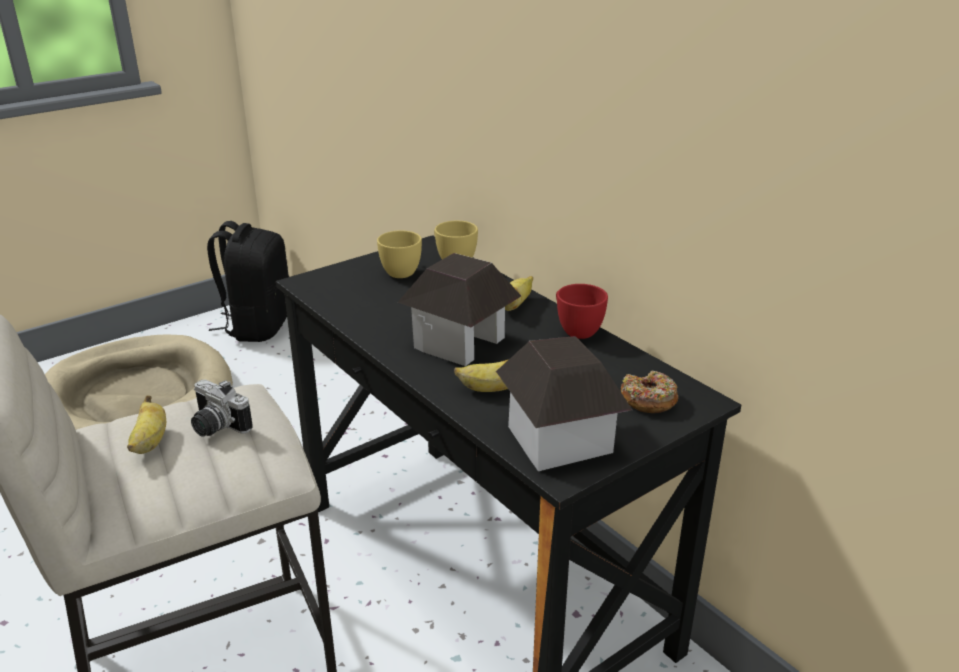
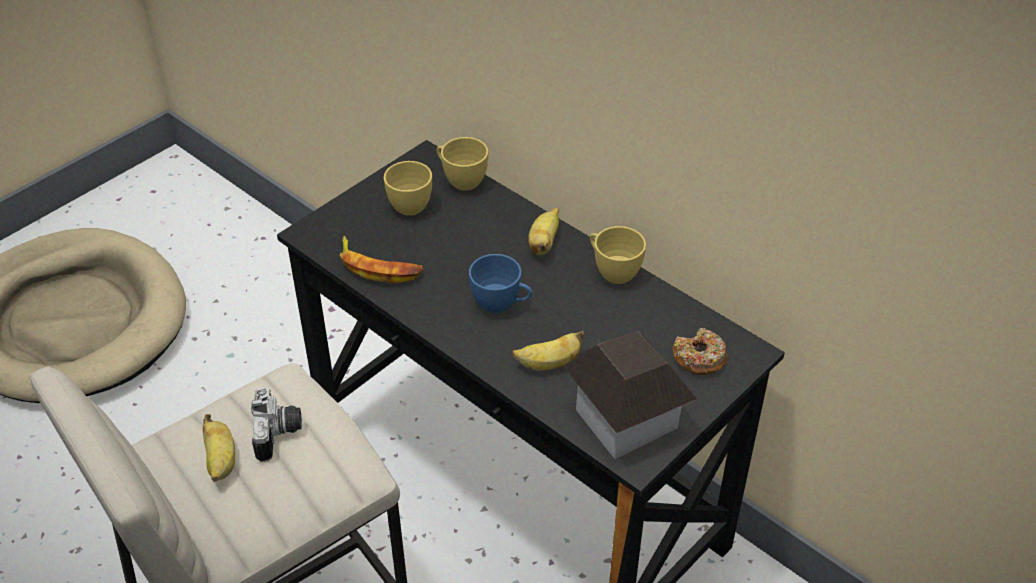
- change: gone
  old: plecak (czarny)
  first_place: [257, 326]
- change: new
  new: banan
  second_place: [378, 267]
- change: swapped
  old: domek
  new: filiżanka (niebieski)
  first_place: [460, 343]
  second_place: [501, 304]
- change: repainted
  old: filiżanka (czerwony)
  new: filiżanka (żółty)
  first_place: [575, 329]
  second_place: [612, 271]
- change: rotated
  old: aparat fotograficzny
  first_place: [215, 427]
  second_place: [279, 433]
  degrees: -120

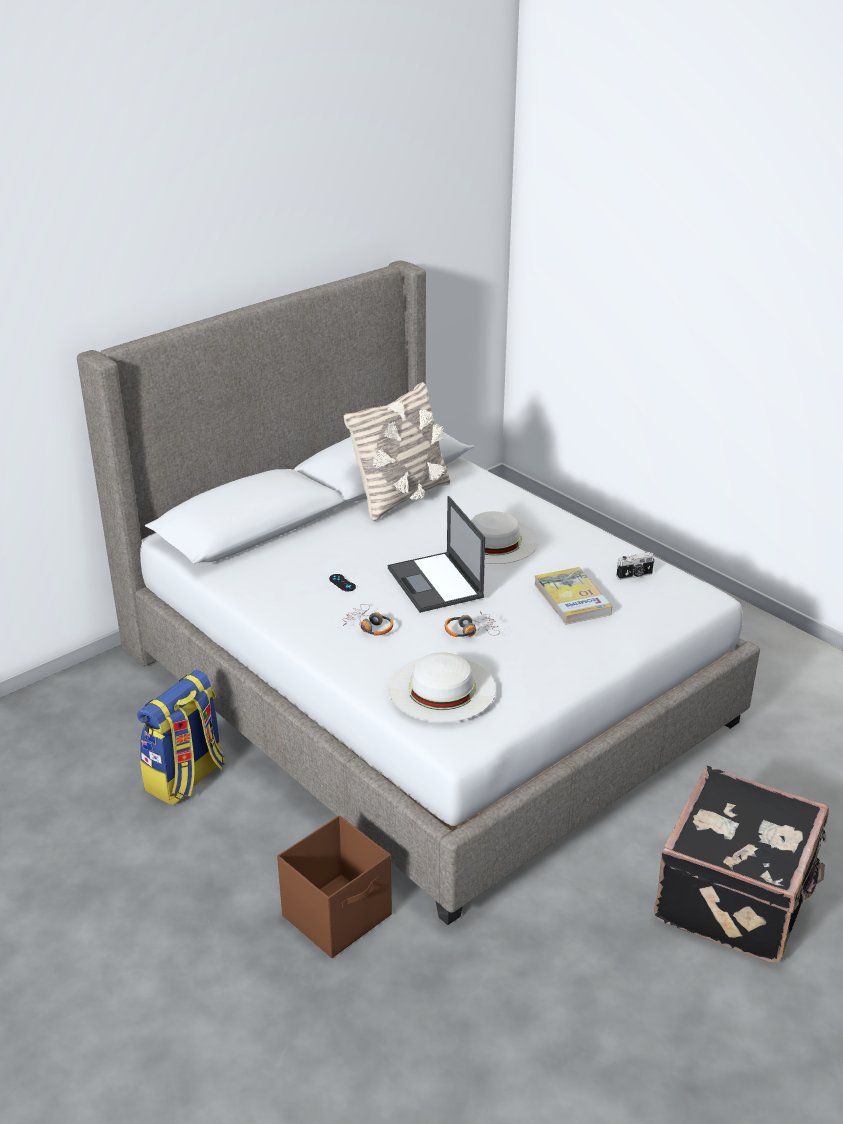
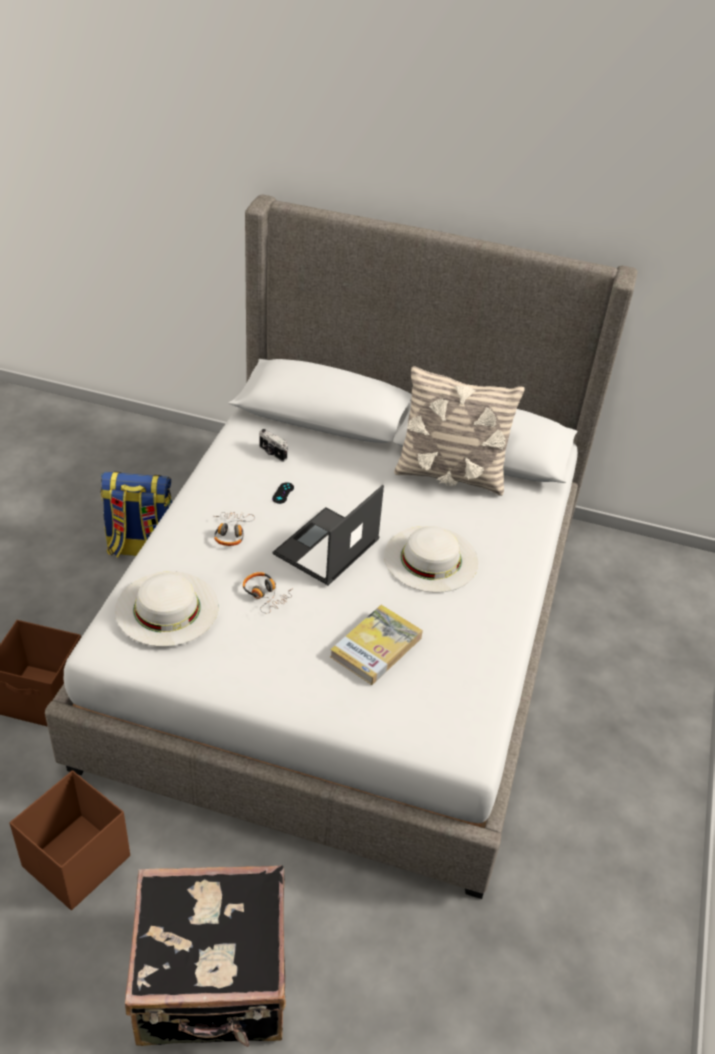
- change: new
  new: pojemnik do przechowywania (brązowy)
  second_place: [75, 862]
- change: shifted
  old: aparat fotograficzny
  first_place: [635, 576]
  second_place: [272, 453]

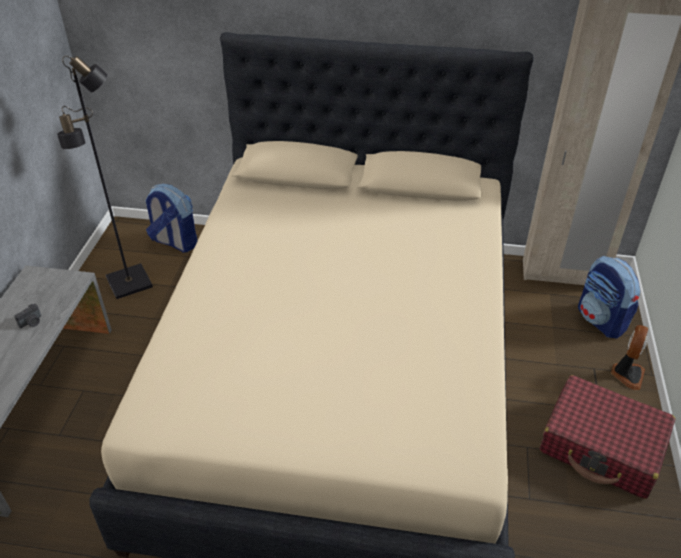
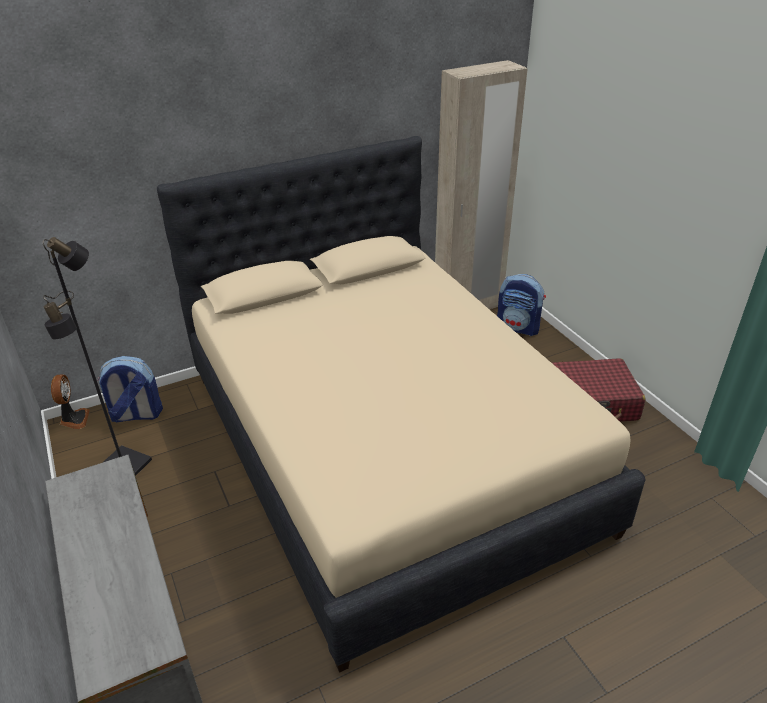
- change: gone
  old: aparat fotograficzny
  first_place: [32, 322]
- change: shifted
  old: wentylator
  first_place: [626, 374]
  second_place: [74, 419]

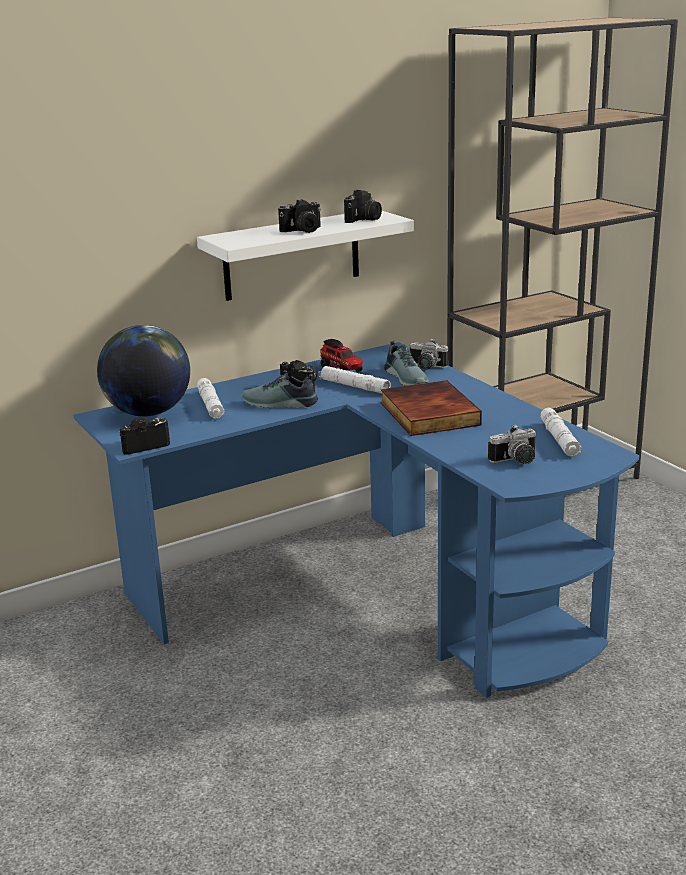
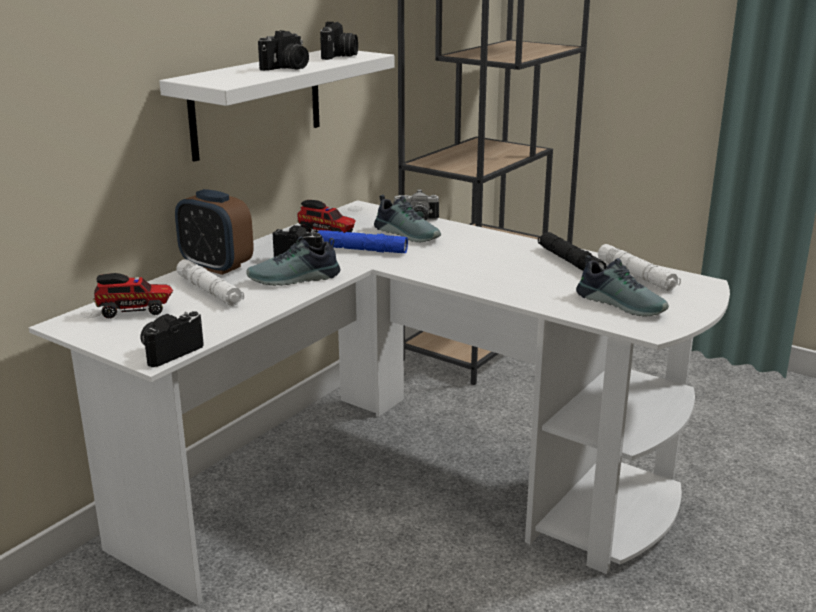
- change: gone
  old: książka
  first_place: [427, 414]
- change: new
  new: budzik
  second_place: [216, 266]
- change: new
  new: latarka (czarny)
  second_place: [570, 262]
- change: swapped
  old: globus
  new: ciężarówka zabawkowa
  first_place: [148, 412]
  second_place: [136, 310]
- change: swapped
  old: aparat fotograficzny
  new: but
  first_place: [516, 461]
  second_place: [622, 303]
- change: repainted
  old: biurko (niebieski)
  new: biurko (biały)
  first_place: [367, 592]
  second_place: [396, 483]
- change: repainted
  old: latarka (biały)
  new: latarka (niebieski)
  first_place: [354, 386]
  second_place: [360, 249]

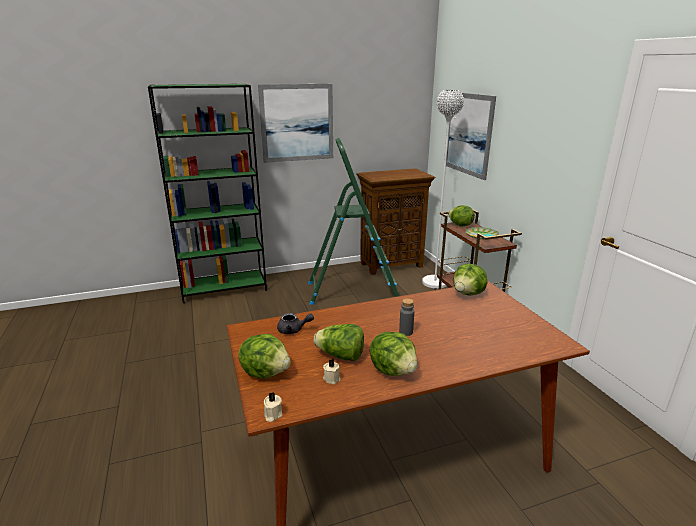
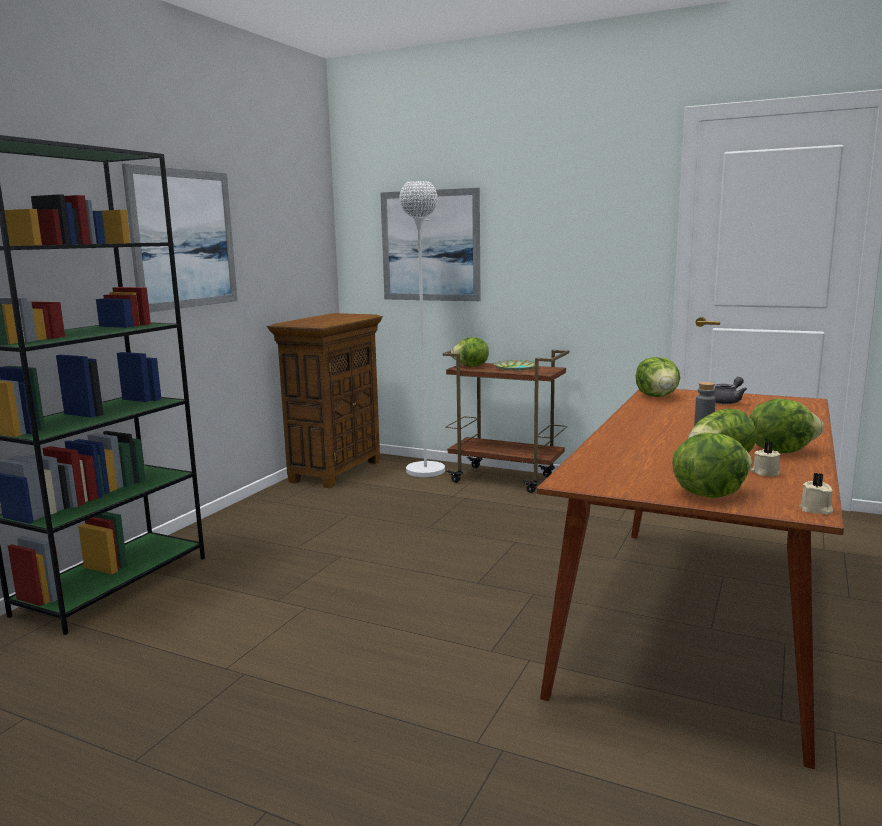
- change: gone
  old: drabinka (zielony)
  first_place: [353, 291]
- change: shifted
  old: imbryk (szary)
  first_place: [293, 330]
  second_place: [727, 401]

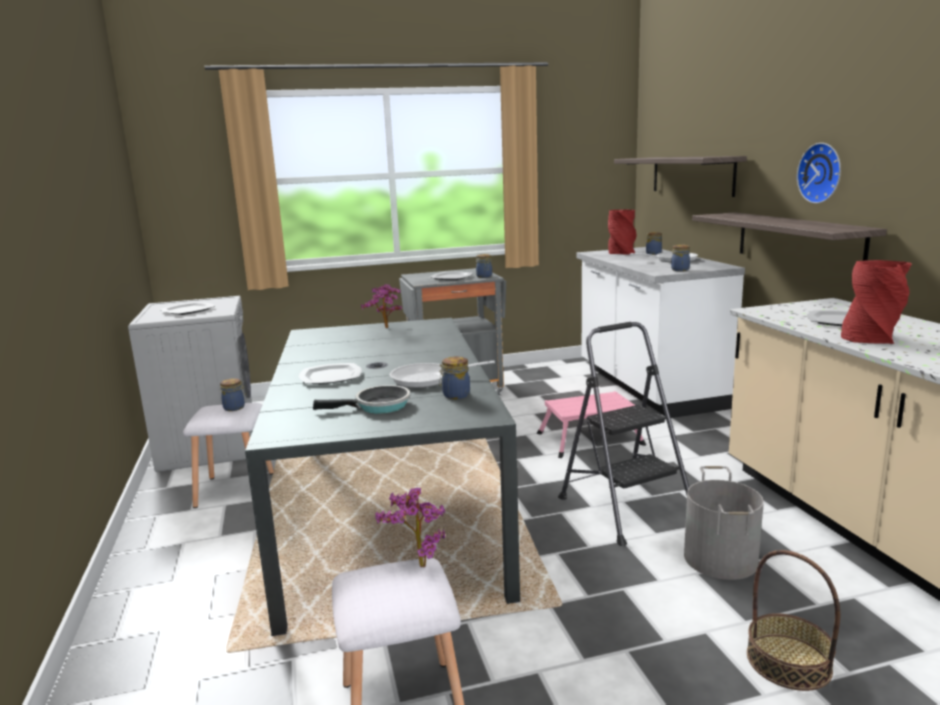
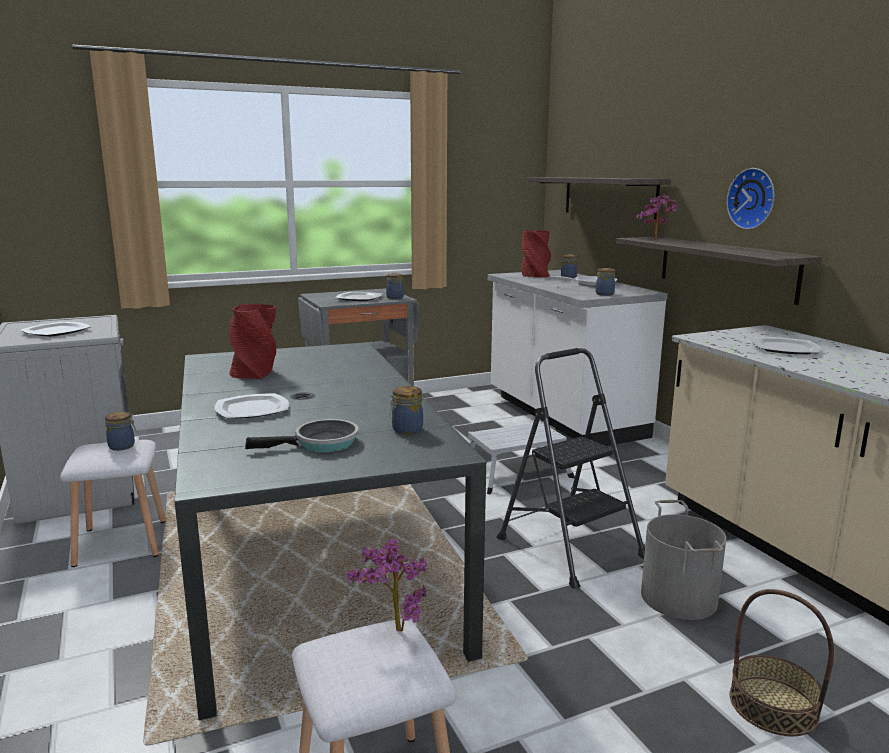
- change: gone
  old: patelnia
  first_place: [428, 379]
- change: shifted
  old: roślina doniczkowa
  first_place: [386, 328]
  second_place: [656, 239]
- change: shifted
  old: wazon (czerwony)
  first_place: [871, 338]
  second_place: [255, 373]
- change: repainted
  old: drabinka (różowy)
  new: drabinka (biały)
  first_place: [590, 439]
  second_place: [516, 472]

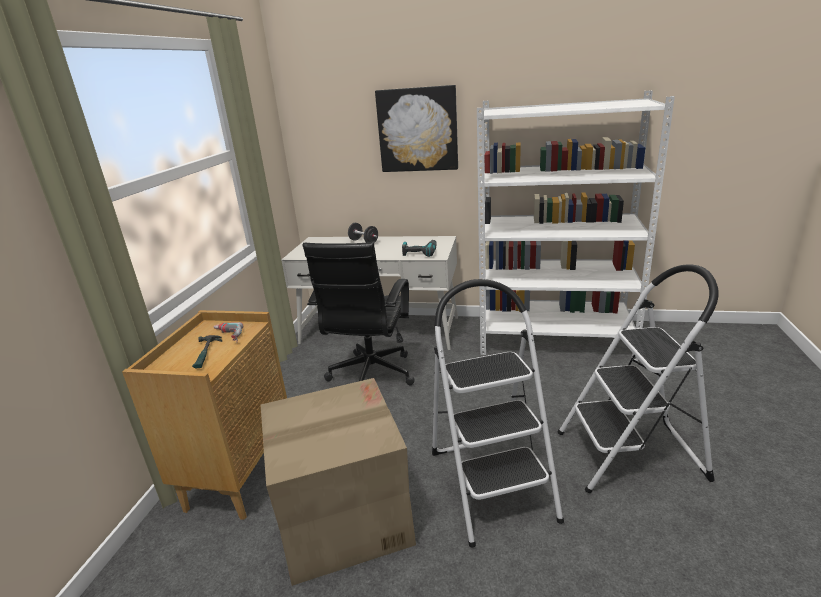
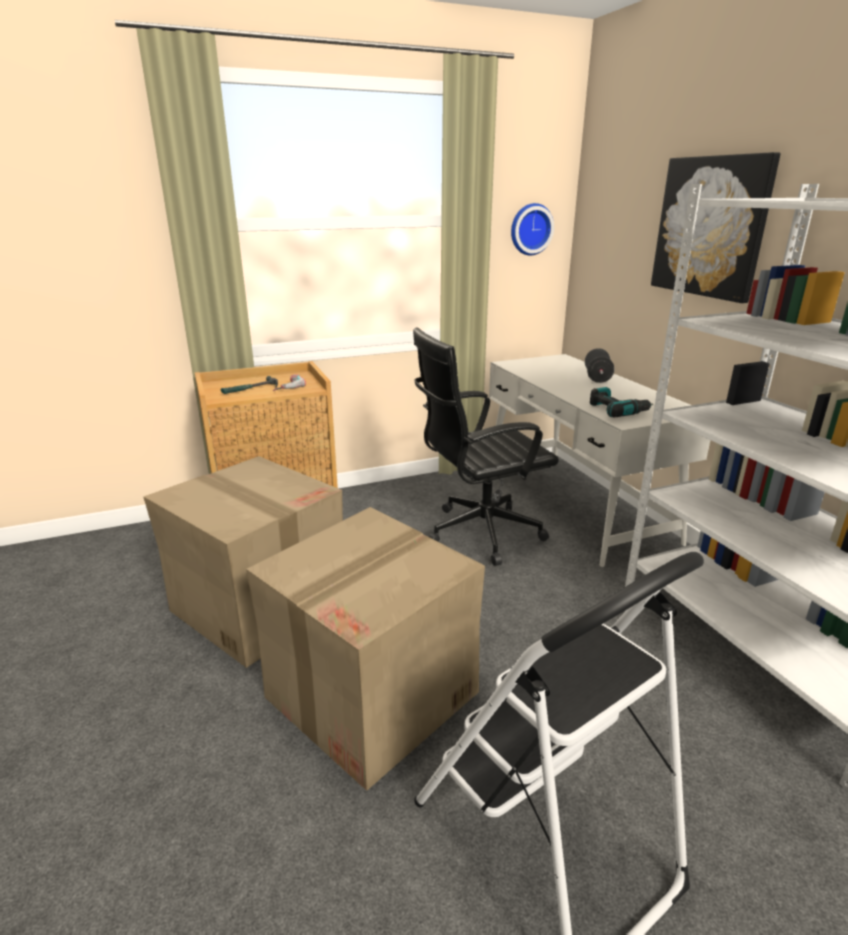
- change: new
  new: zegar ścienny
  second_place: [530, 229]
- change: swapped
  old: drabinka
  new: karton
  first_place: [491, 482]
  second_place: [373, 693]

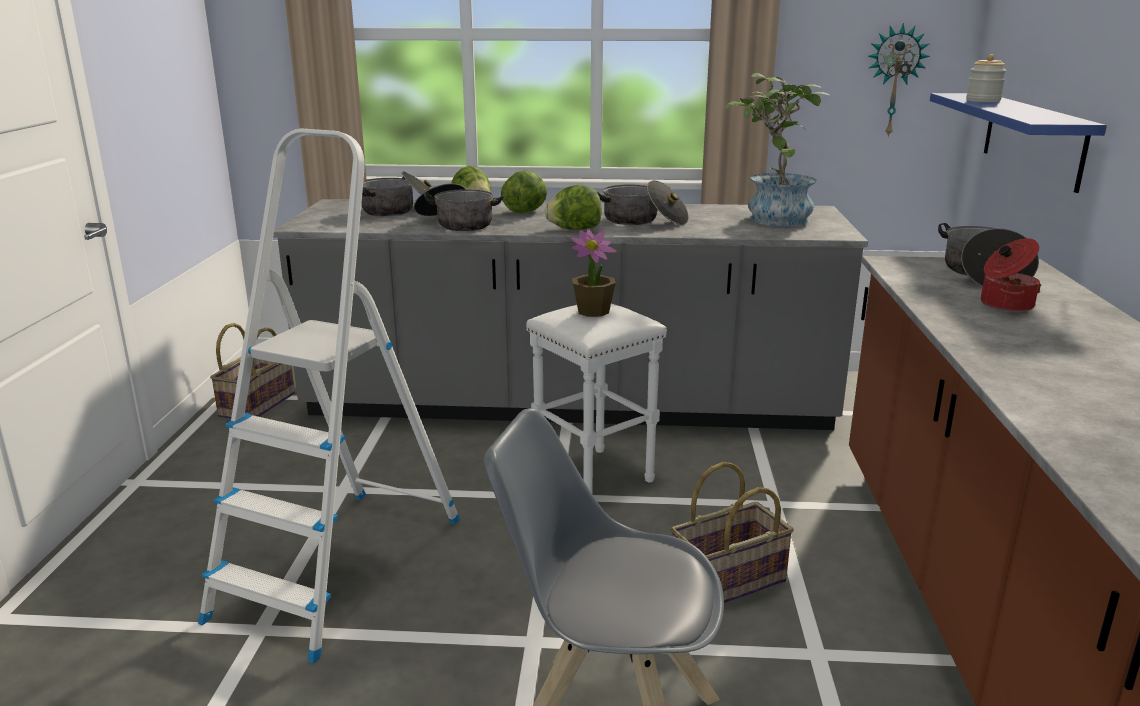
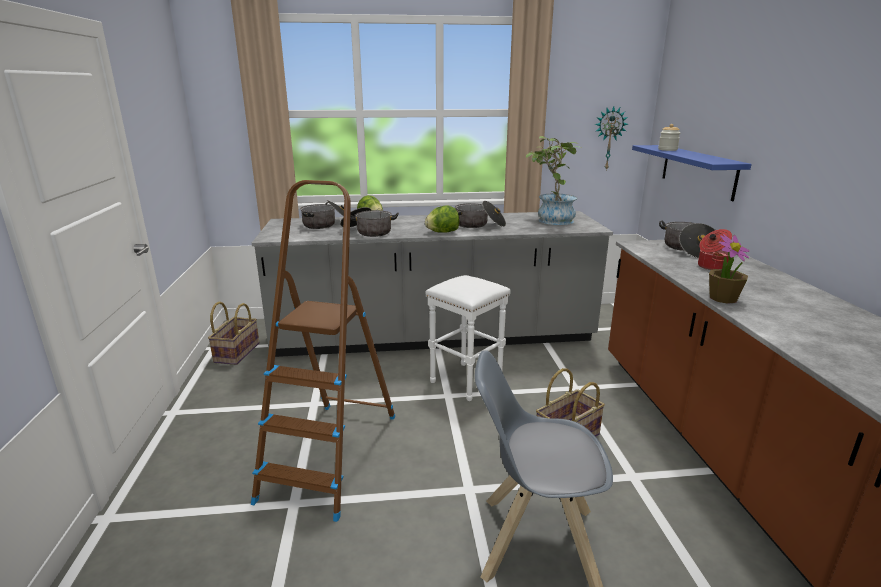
- change: gone
  old: sałata
  first_place: [526, 211]
- change: shifted
  old: roślina doniczkowa
  first_place: [593, 311]
  second_place: [723, 298]
- change: repainted
  old: drabinka (biały)
  new: drabinka (brązowy)
  first_place: [340, 568]
  second_place: [331, 456]

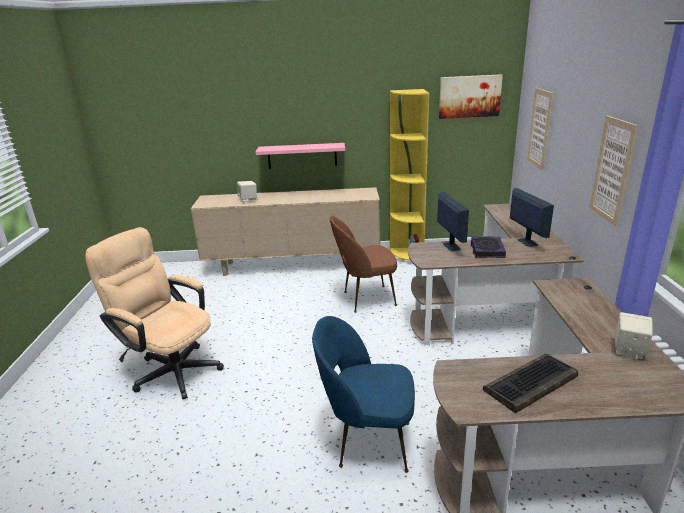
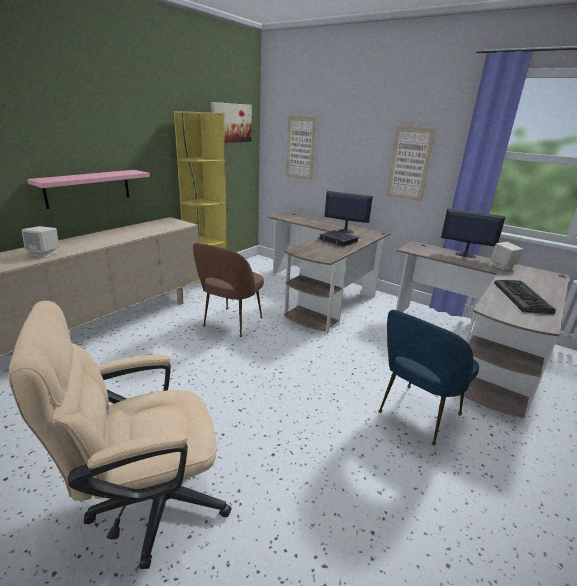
- change: shifted
  old: monitor
  first_place: [451, 246]
  second_place: [464, 255]

